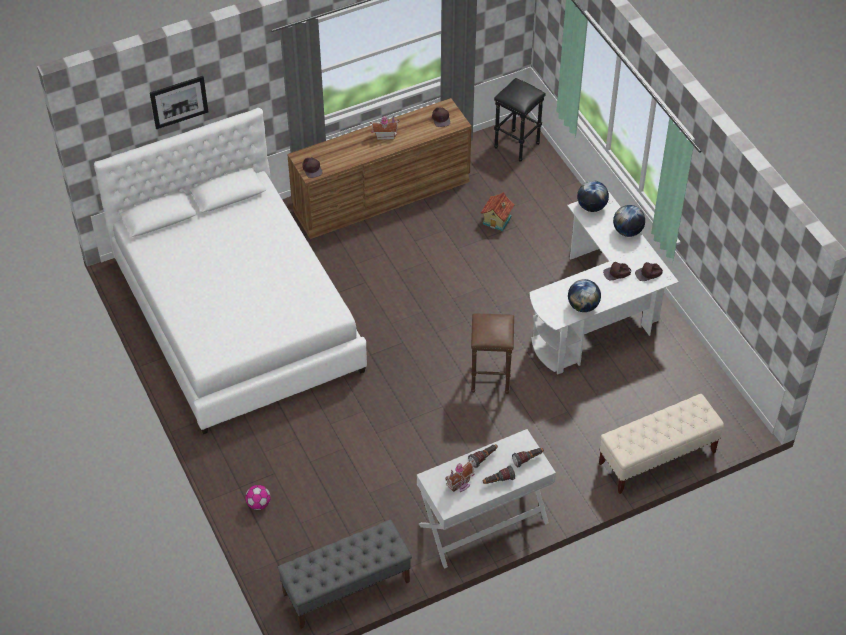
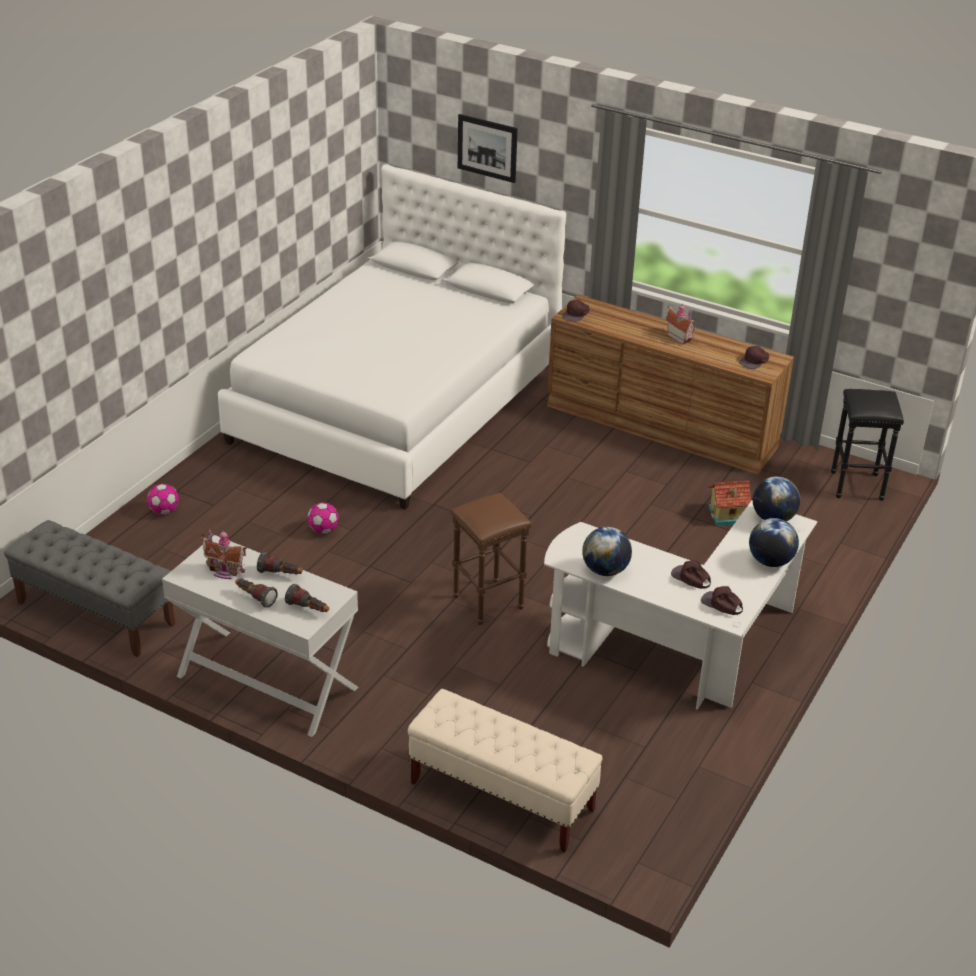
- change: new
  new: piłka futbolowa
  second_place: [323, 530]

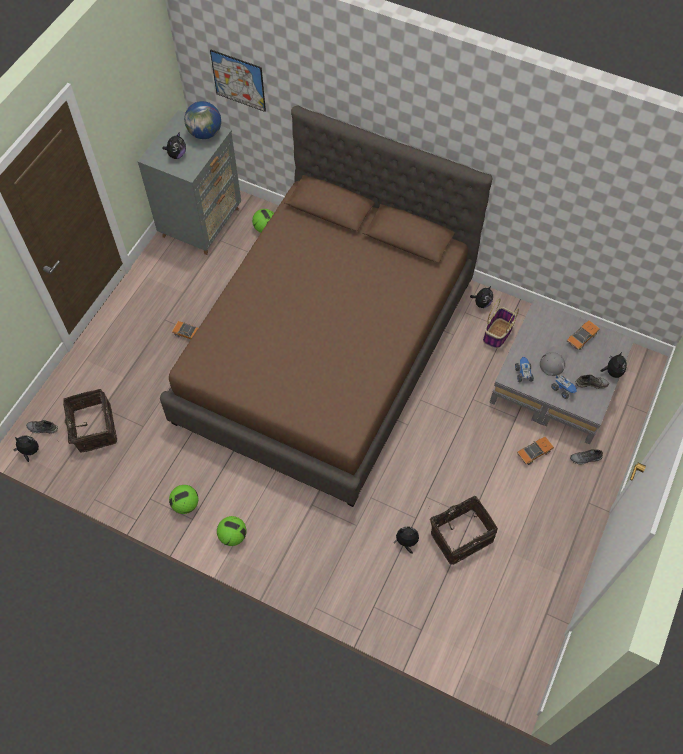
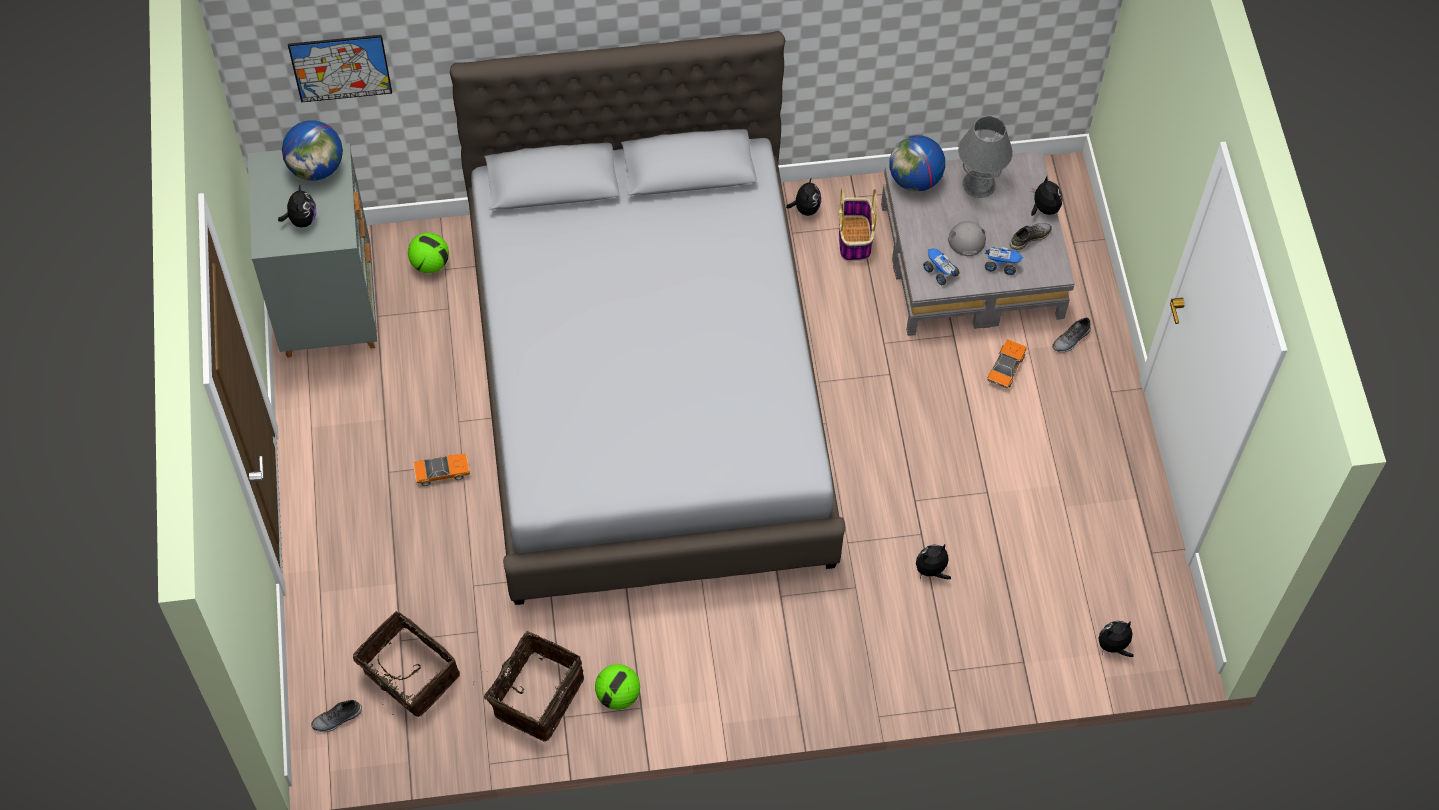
- change: gone
  old: piłka futbolowa
  first_place: [233, 536]
- change: new
  new: globus
  second_place: [914, 180]
- change: shifted
  old: pluszak
  first_place: [30, 451]
  second_place: [1113, 646]
- change: shifted
  old: koszyk
  first_place: [460, 535]
  second_place: [536, 695]
- change: swapped
  old: samochodzik
  new: lampa stołowa (szary)
  first_place: [582, 337]
  second_place: [978, 184]
- change: repainted
  old: łóżko (brązowy)
  new: łóżko (szary)
  first_place: [327, 350]
  second_place: [649, 387]

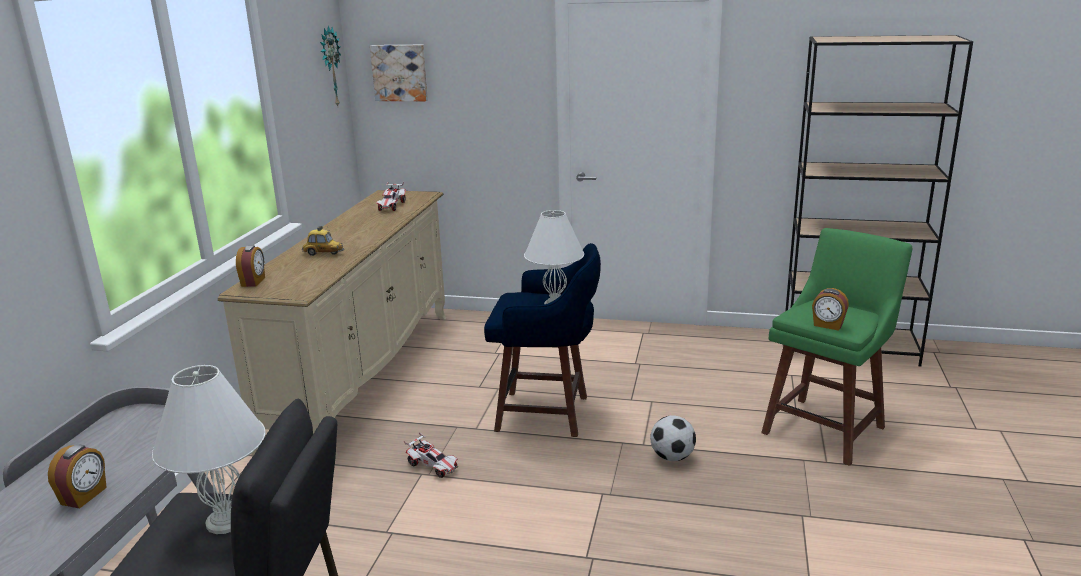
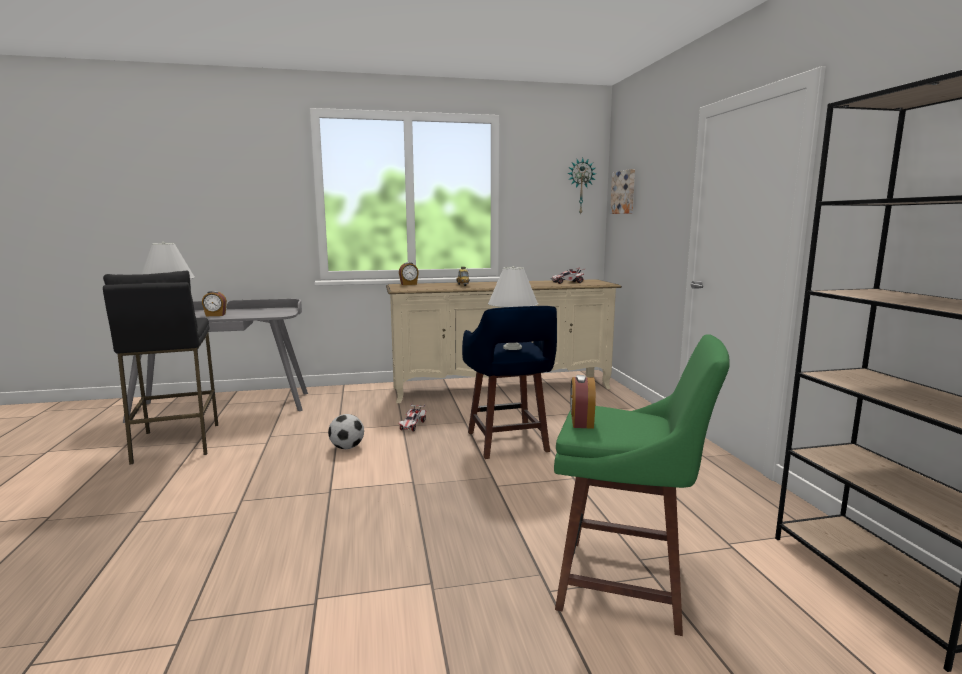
- change: shifted
  old: piłka futbolowa
  first_place: [672, 457]
  second_place: [347, 447]

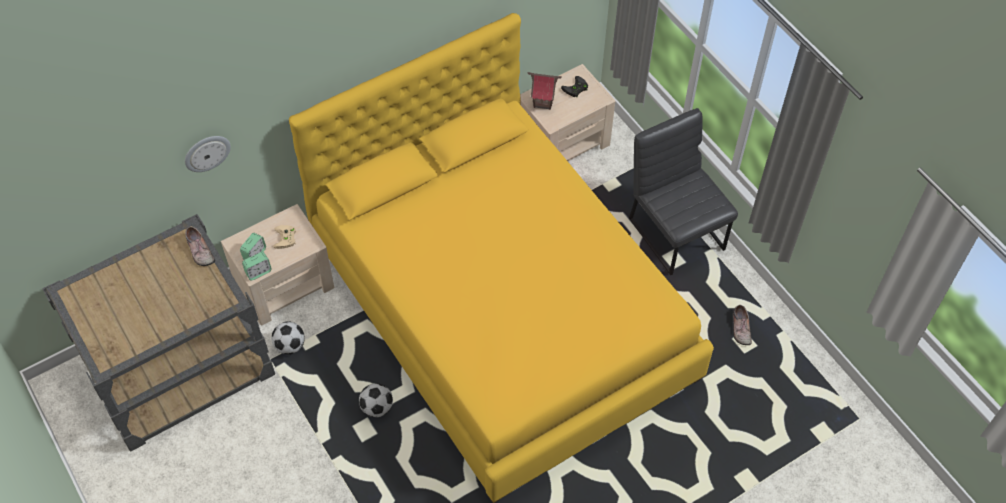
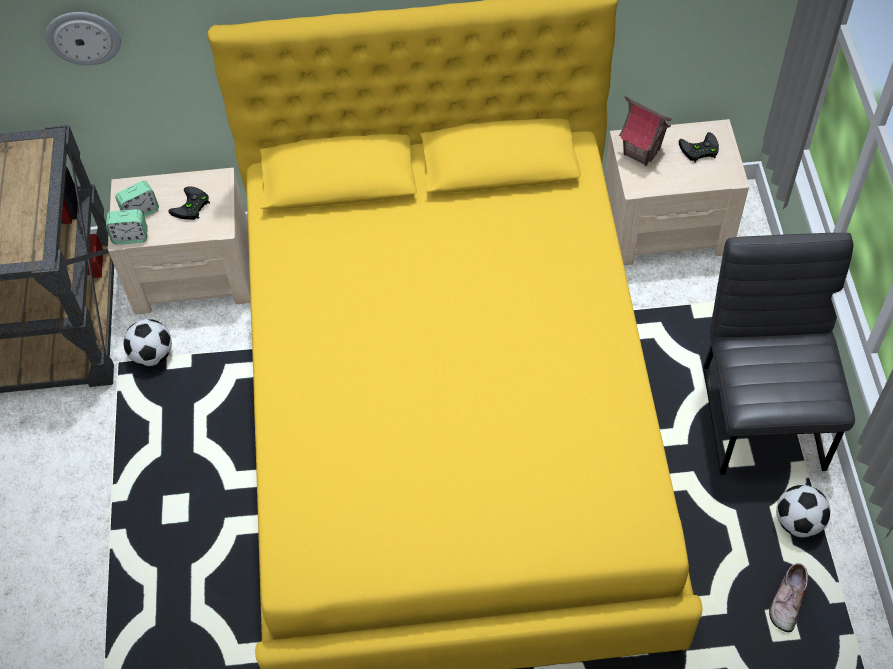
- change: gone
  old: but
  first_place: [199, 251]
- change: shifted
  old: piłka futbolowa
  first_place: [377, 408]
  second_place: [798, 522]
- change: repainted
  old: pad do gier (beżowy)
  new: pad do gier (czarny)
  first_place: [286, 238]
  second_place: [191, 207]

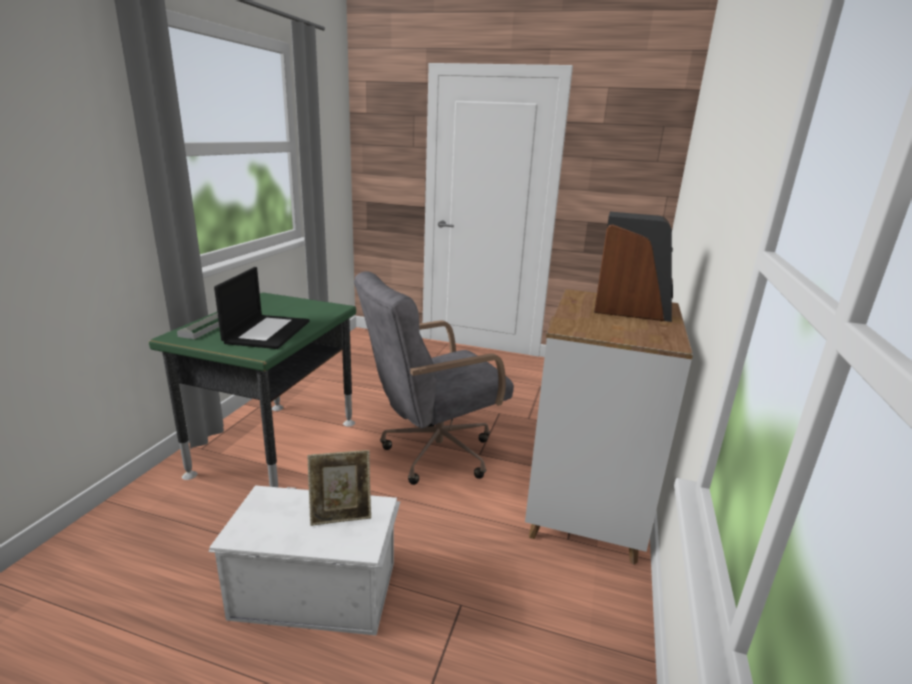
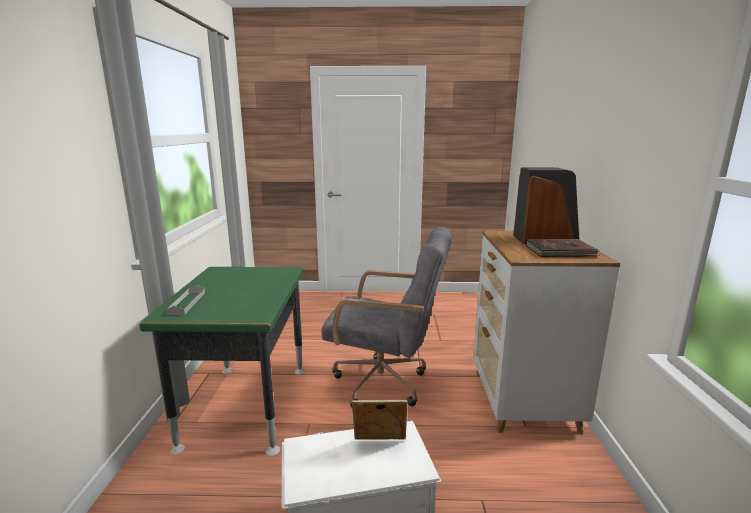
- change: gone
  old: laptop
  first_place: [267, 331]
- change: new
  new: książka (brązowy)
  second_place: [561, 251]
- change: rotated
  old: ramka na zdjęcie
  first_place: [341, 514]
  second_place: [379, 445]
  degrees: -150
- change: rotated
  old: krzesło biurowe (szary)
  first_place: [432, 456]
  second_place: [386, 384]
  degrees: -120

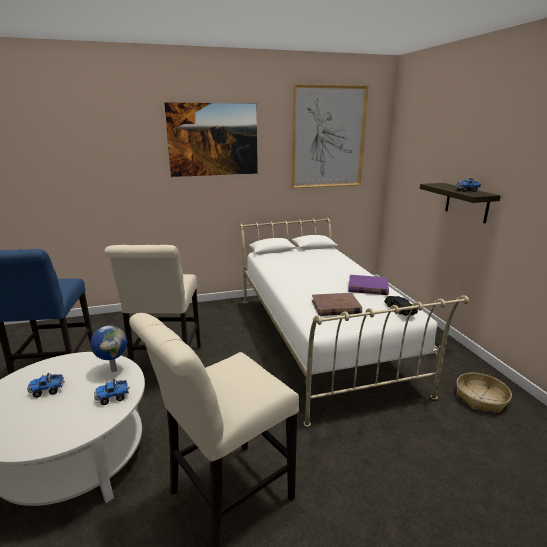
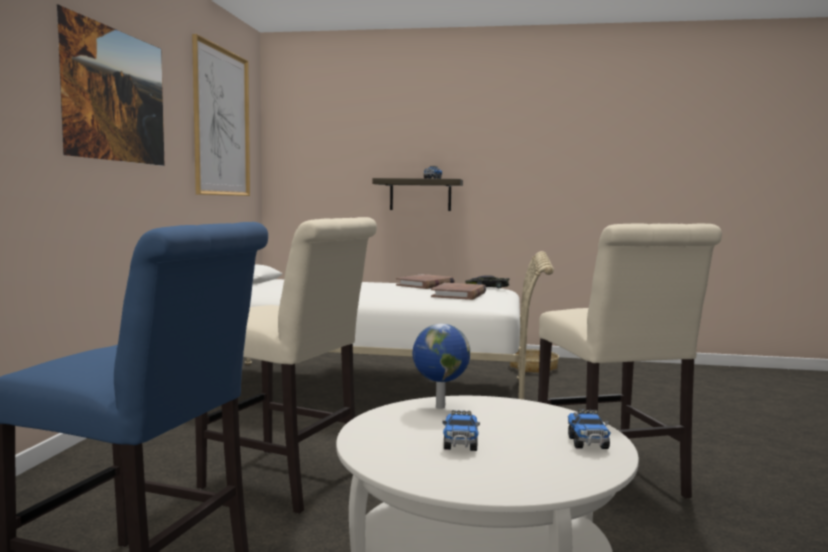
- change: shifted
  old: ciężarówka zabawkowa
  first_place: [113, 397]
  second_place: [587, 442]
- change: repainted
  old: książka (fioletowy)
  new: książka (brązowy)
  first_place: [368, 287]
  second_place: [425, 285]

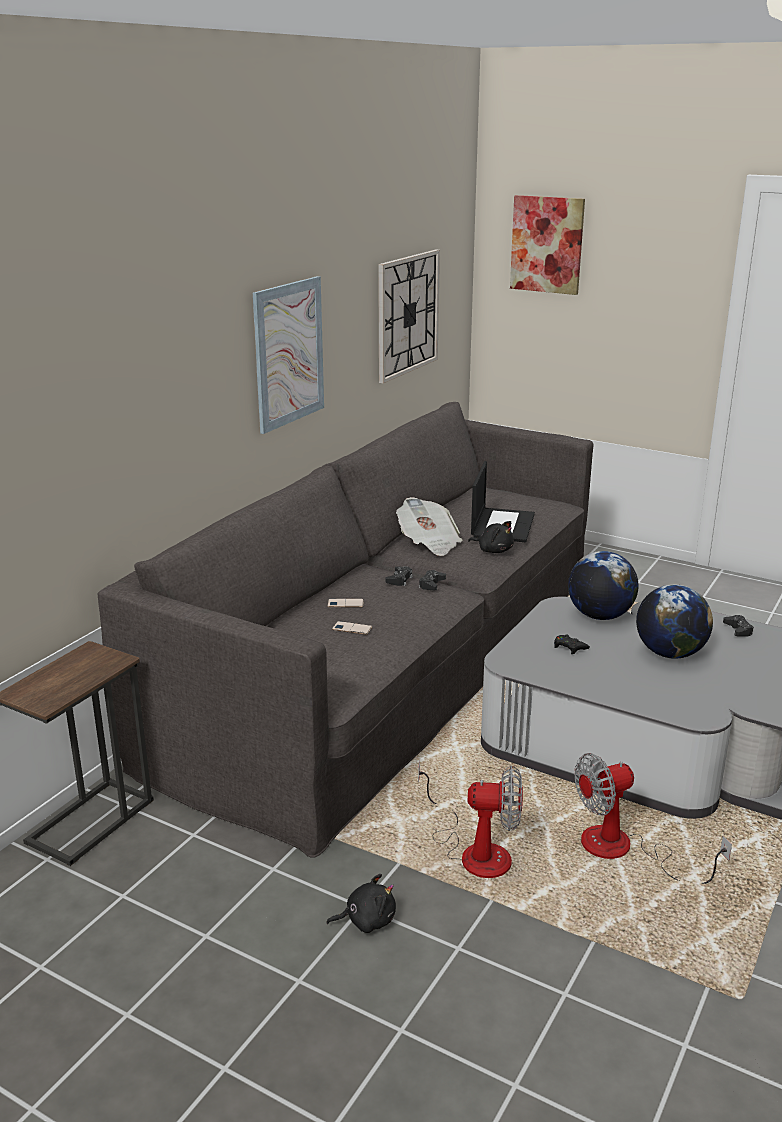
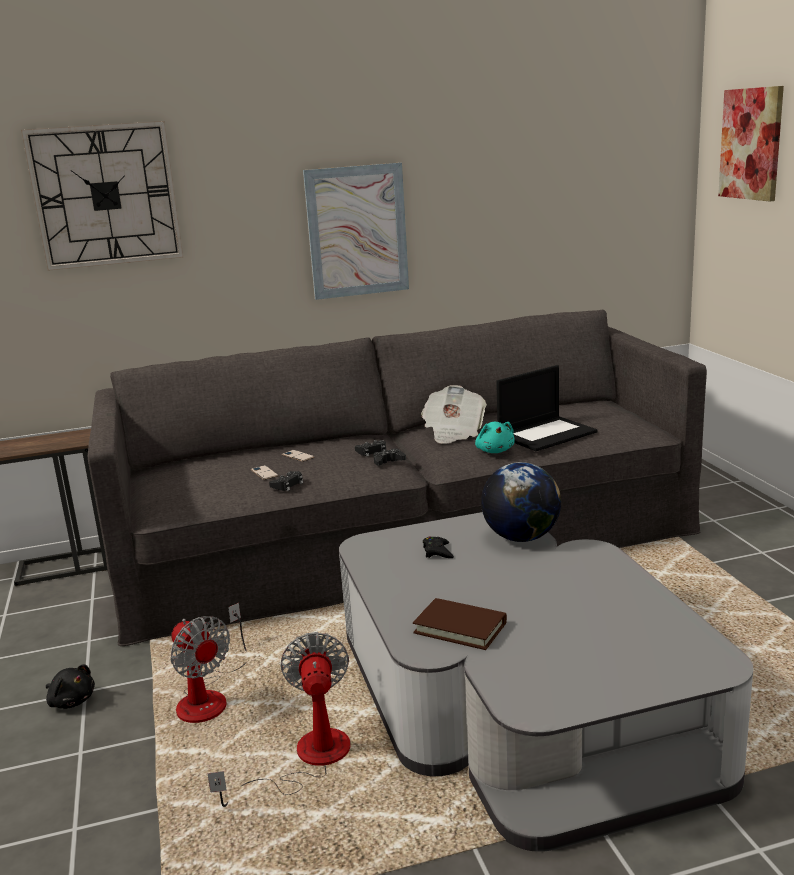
- change: gone
  old: globus
  first_place: [669, 653]
- change: new
  new: książka (brązowy)
  second_place: [460, 628]
- change: shifted
  old: zegar ścienny
  first_place: [407, 314]
  second_place: [105, 195]
- change: shifted
  old: pad do gier (czarny)
  first_place: [738, 630]
  second_place: [287, 485]
- change: repainted
  old: pluszak (czarny)
  new: pluszak (turkusowy)
  first_place: [493, 550]
  second_place: [495, 451]
- change: rotated
  old: wentylator
  first_place: [624, 850]
  second_place: [307, 760]
  degrees: 60

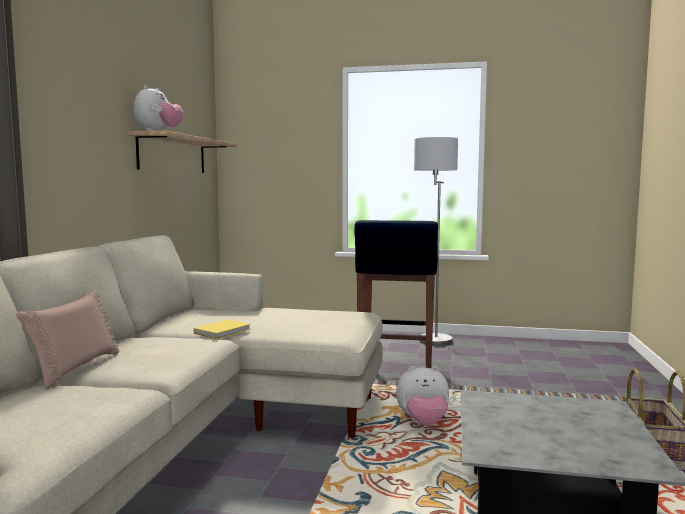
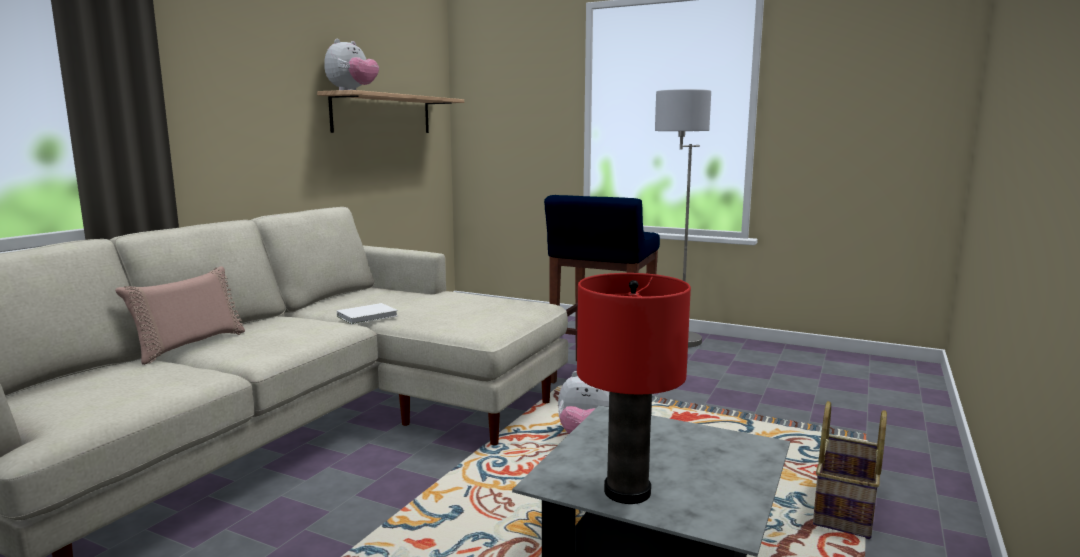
- change: new
  new: lampa stołowa (czerwony)
  second_place: [628, 491]
- change: repainted
  old: książka (żółty)
  new: książka (biały)
  first_place: [224, 331]
  second_place: [369, 316]

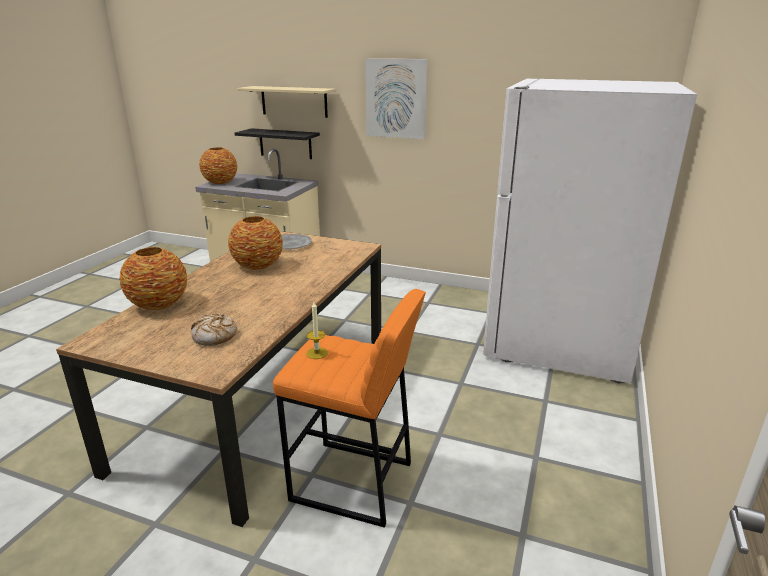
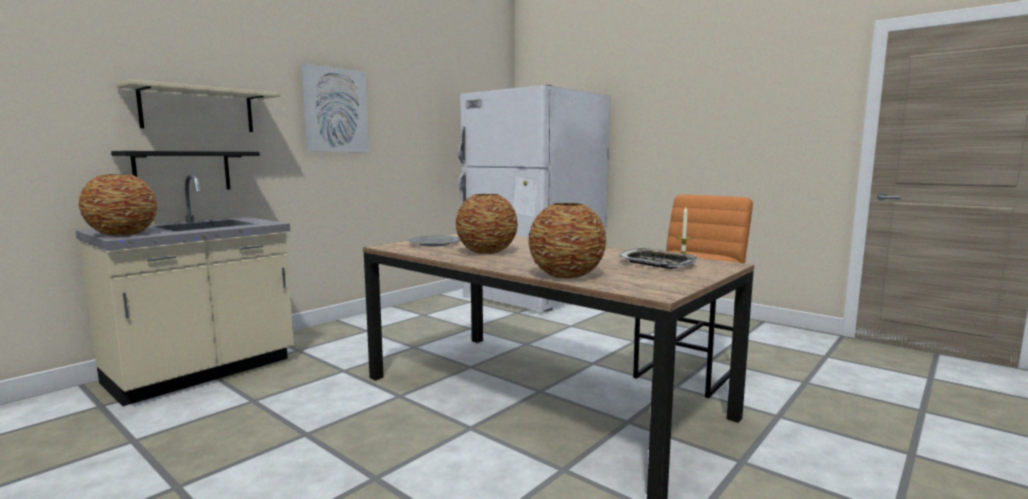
- change: swapped
  old: chleb
  new: taca
  first_place: [214, 336]
  second_place: [657, 263]

